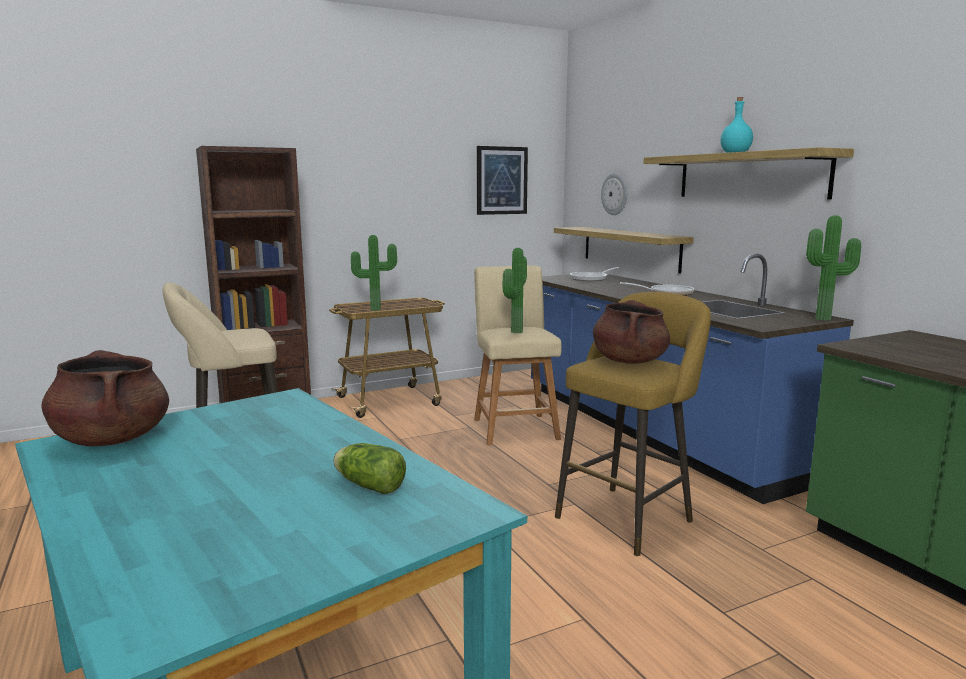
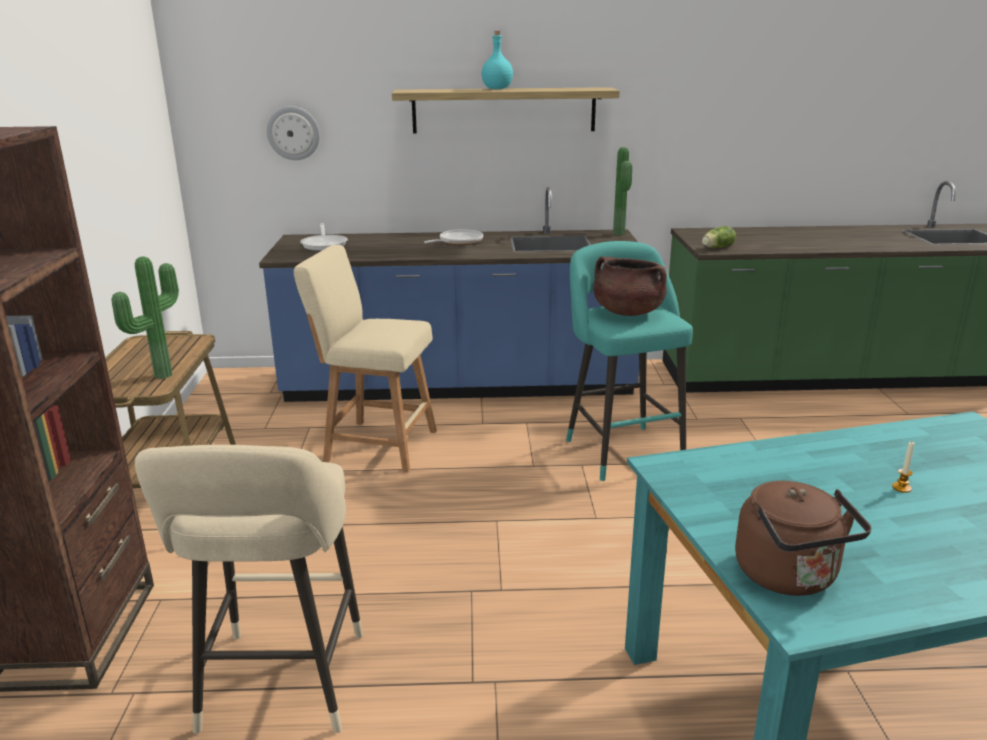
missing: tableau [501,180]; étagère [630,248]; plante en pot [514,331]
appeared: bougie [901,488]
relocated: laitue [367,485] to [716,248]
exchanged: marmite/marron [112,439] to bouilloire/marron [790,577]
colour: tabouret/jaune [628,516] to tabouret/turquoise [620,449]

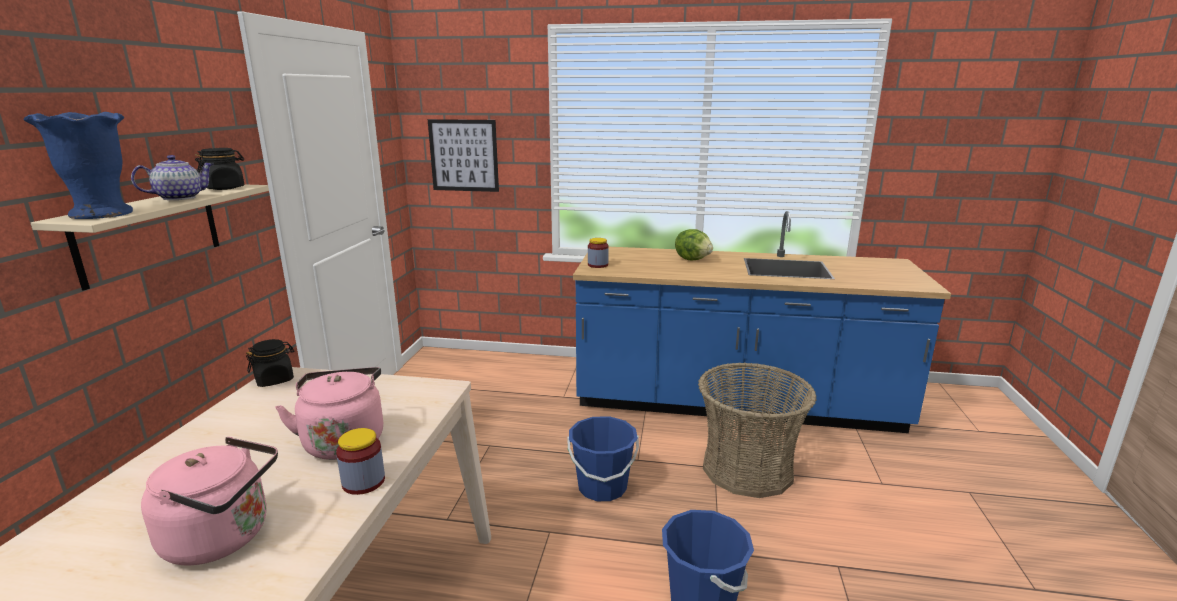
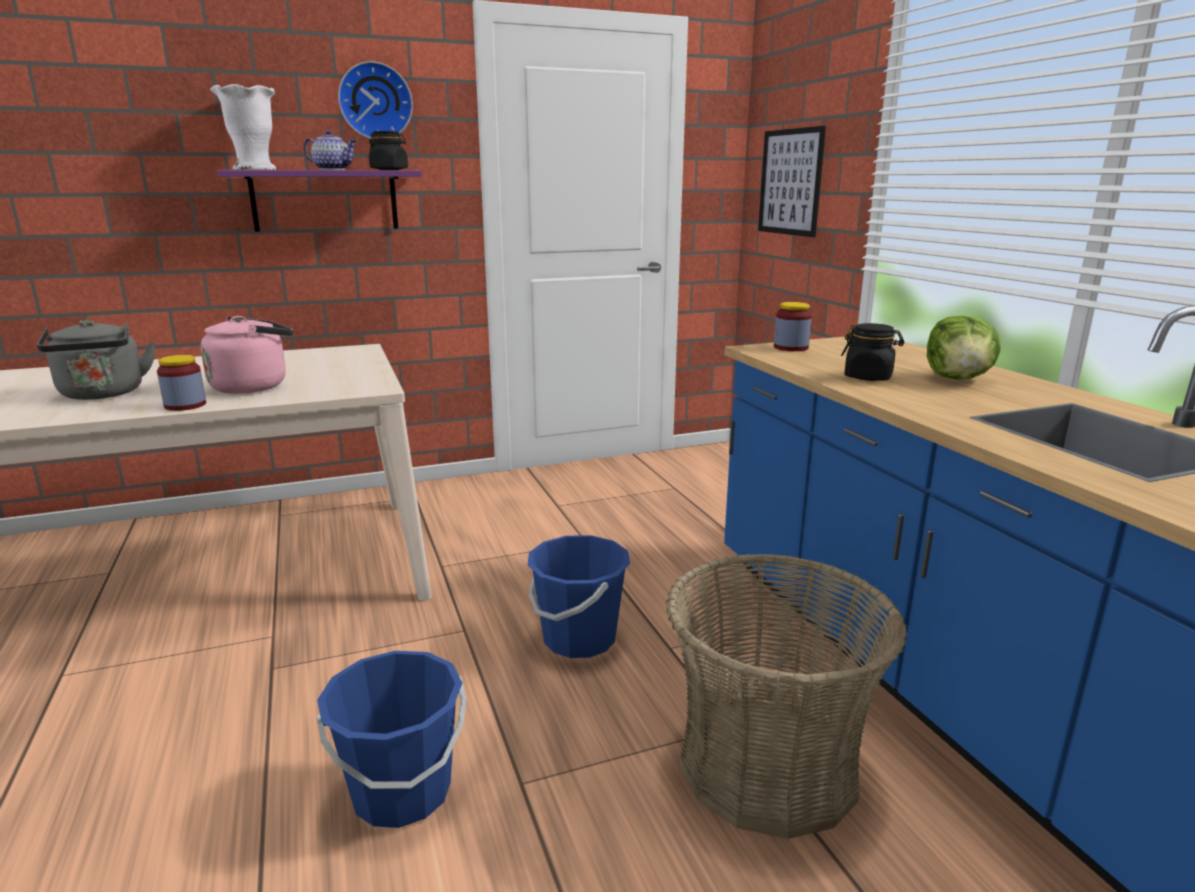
appeared: horloge murale [375,101]
relocated: bocal/noir [275,379] to [868,377]
colour: vase/bleu [102,214] to vase/blanc [254,169]; étagère/beige [150,233] to étagère/violet [325,200]; bouilloire/rose [224,537] to bouilloire/gris [103,394]

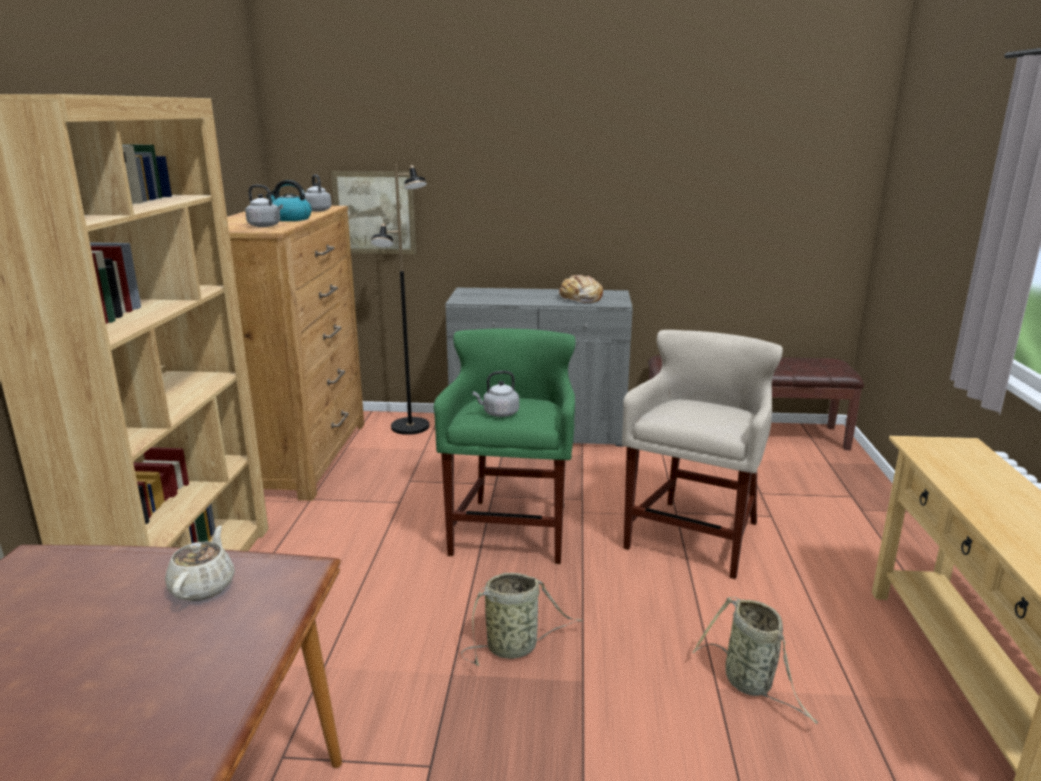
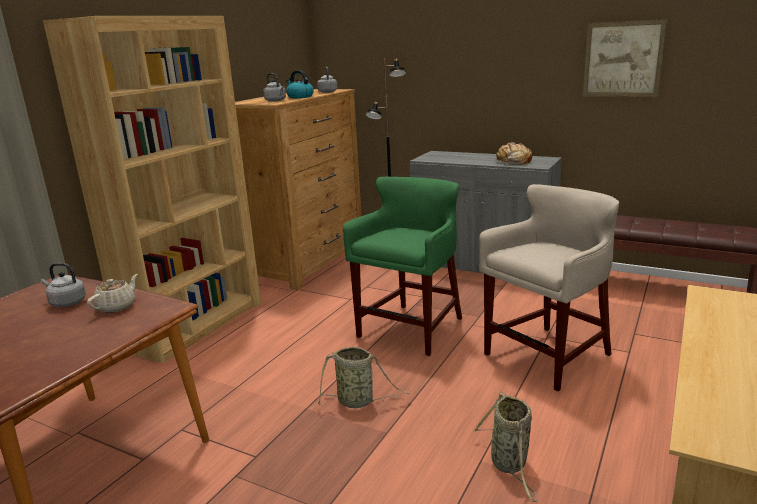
relocated: tableau [374,213] to [623,59]; bouilloire/gris [499,413] to [66,303]

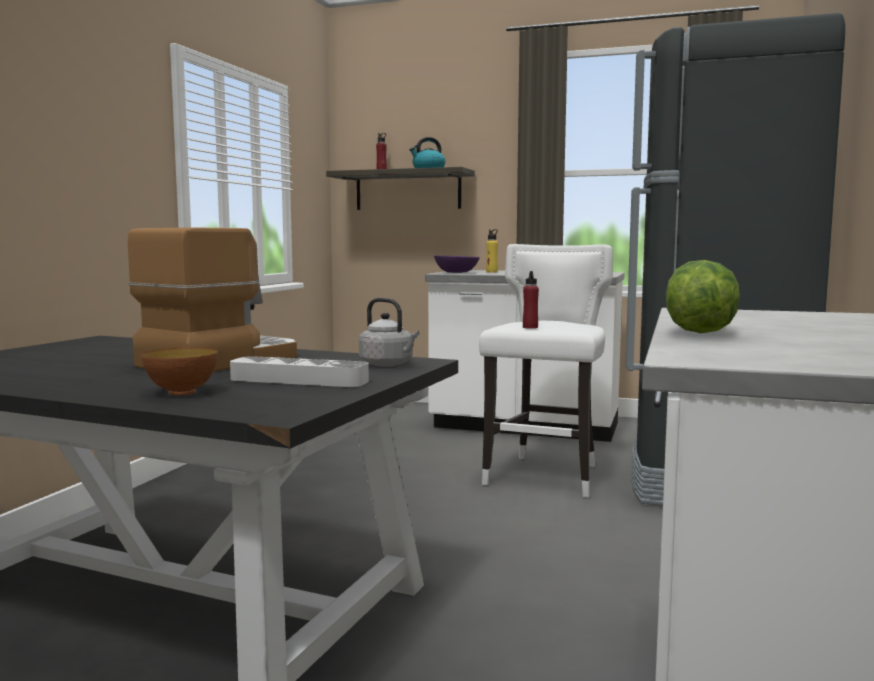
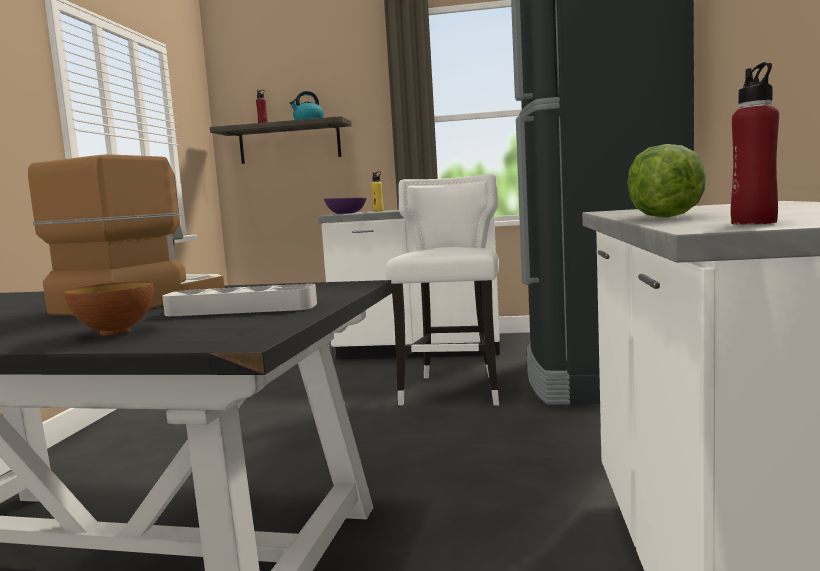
missing: bouilloire/gris [388,364]
relocated: bouteille/rouge [530,327] to [754,223]

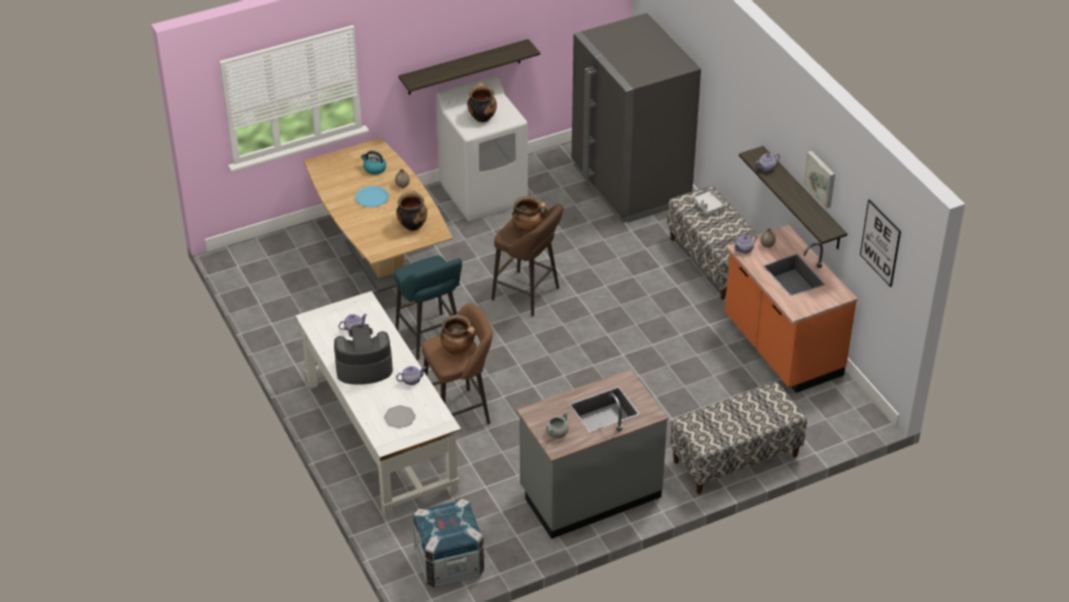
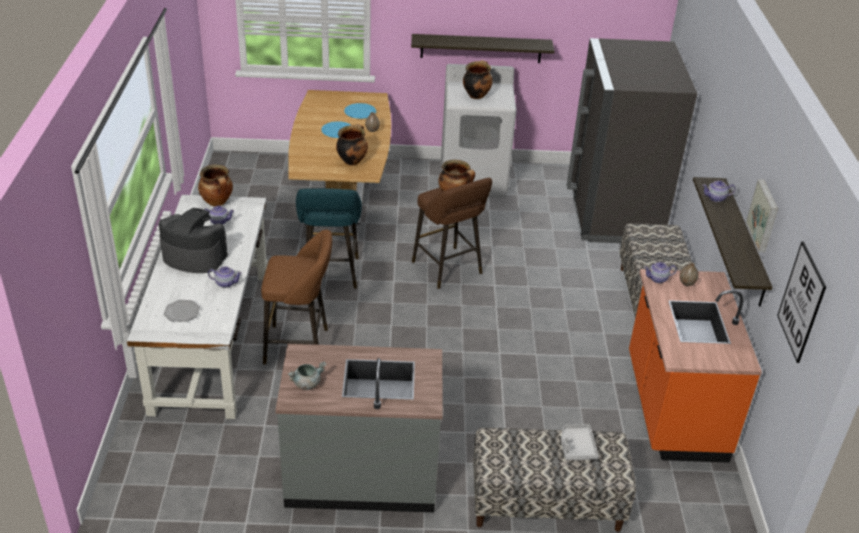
missing: caisse [449,564]
relocated: plateau/gris [708,205] to [577,447]; marmite [458,350] to [217,202]
exchanged: bouilloire [374,169] to assiette/bleu [360,112]

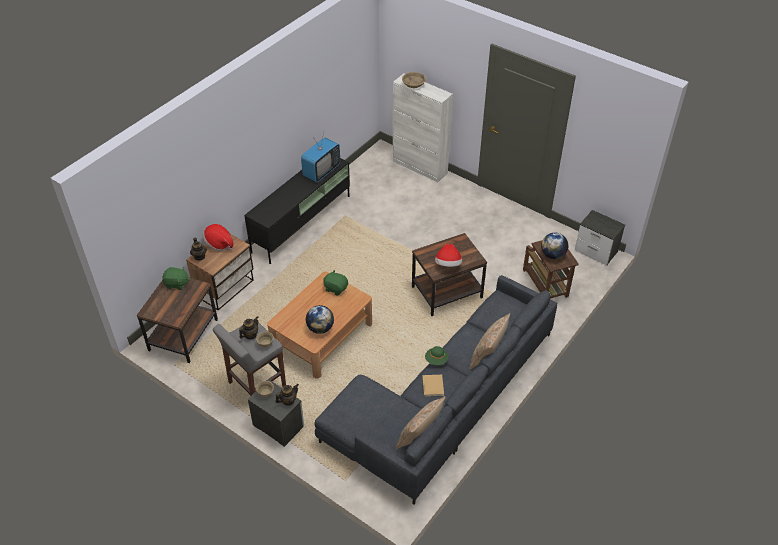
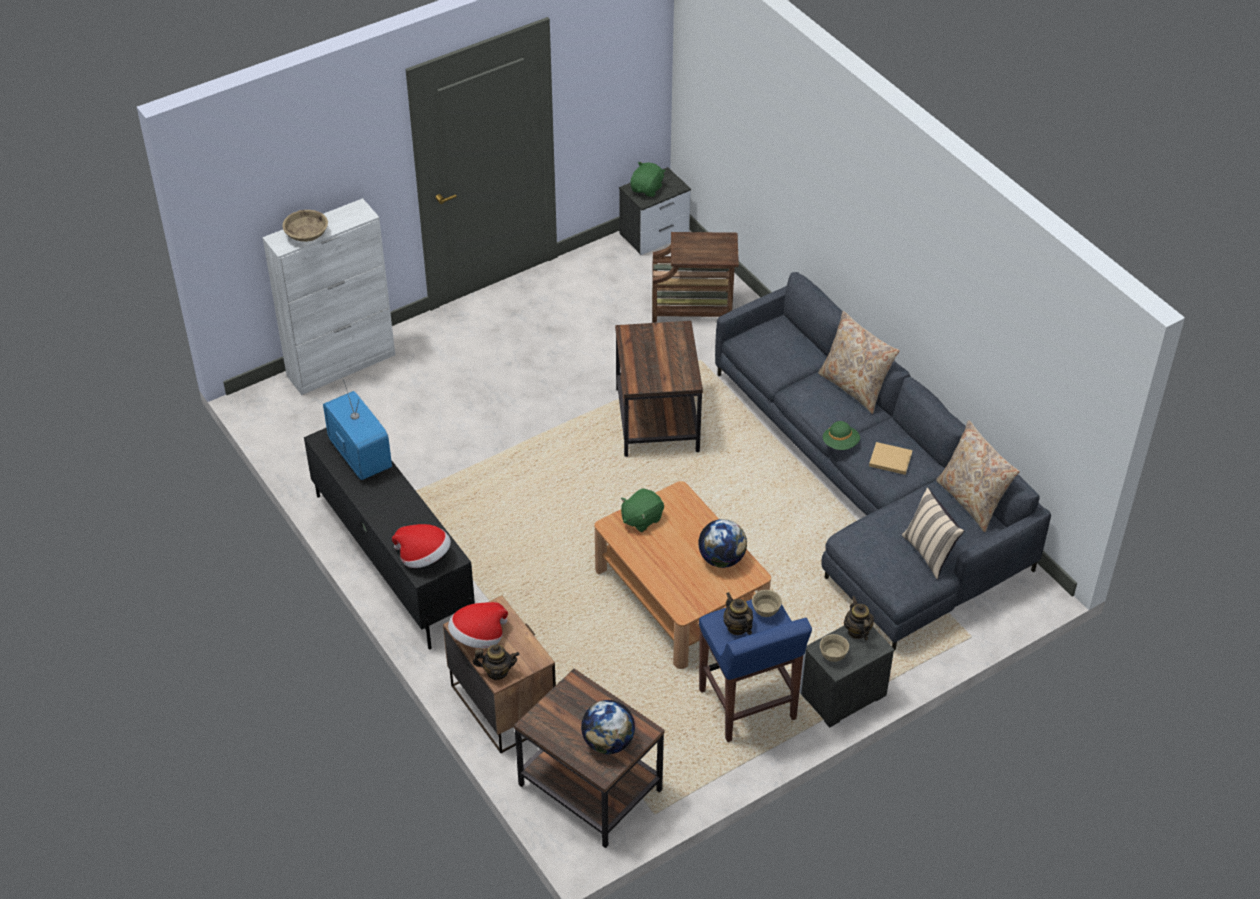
appeared: coussin/beige [929,552]
relocated: globe [552,255] to [608,742]; chapeau [448,264] to [424,557]; peluche/vert [176,284] to [647,189]
colour: tabouret/gris [256,385] to tabouret/bleu [747,705]

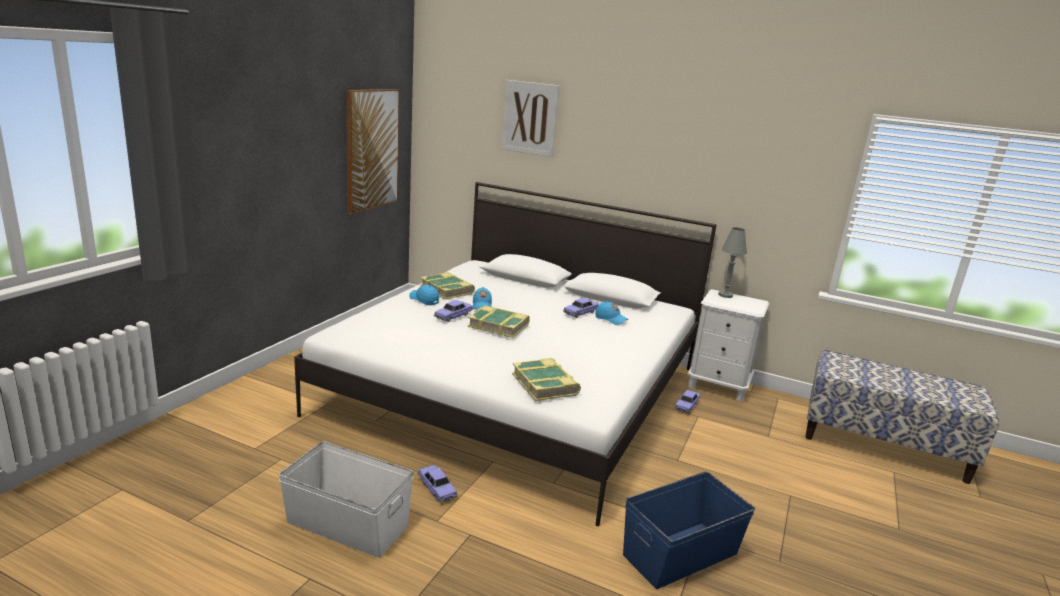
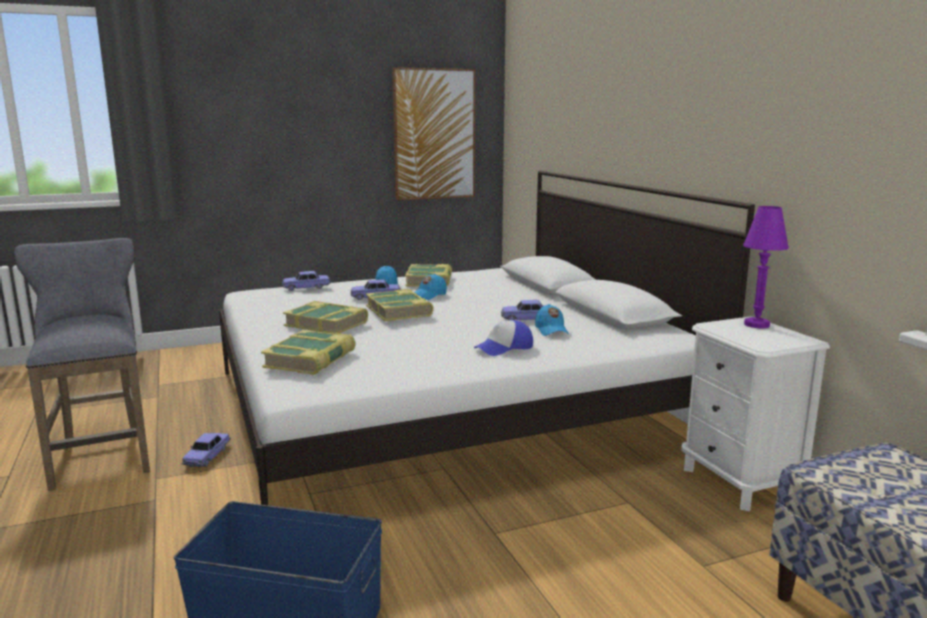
missing: tableau [530,118]
appeared: livre [327,324]; casquette [504,348]
relocated: petite voiture [687,405] to [306,287]
exchanged: boîte de rangement/blanc [347,523] to tabouret/gris [102,452]
colour: lampe de table/gris [725,295] to lampe de table/violet [756,324]

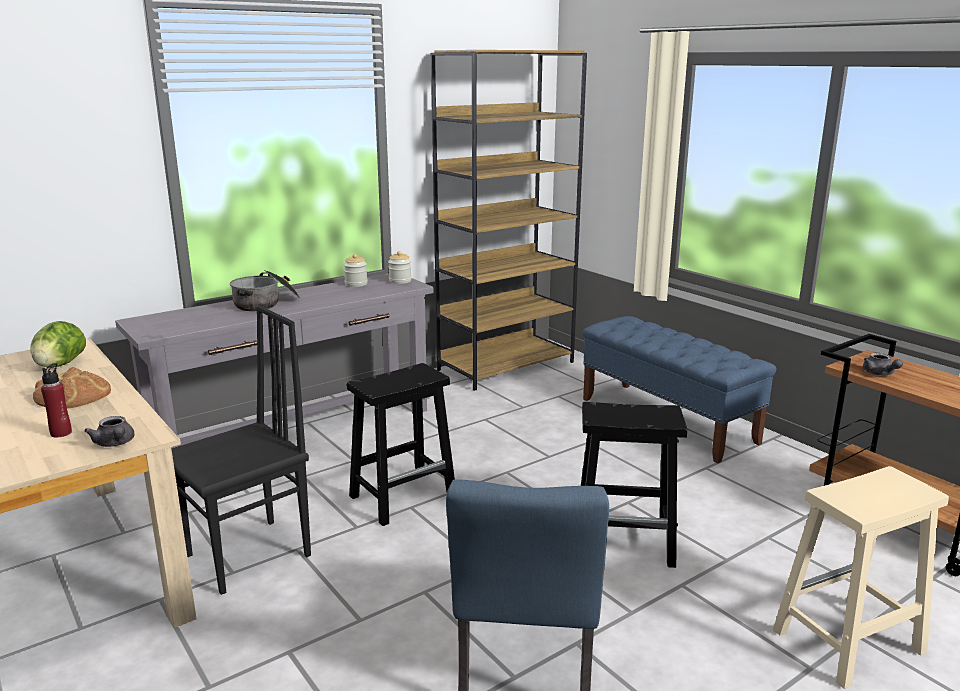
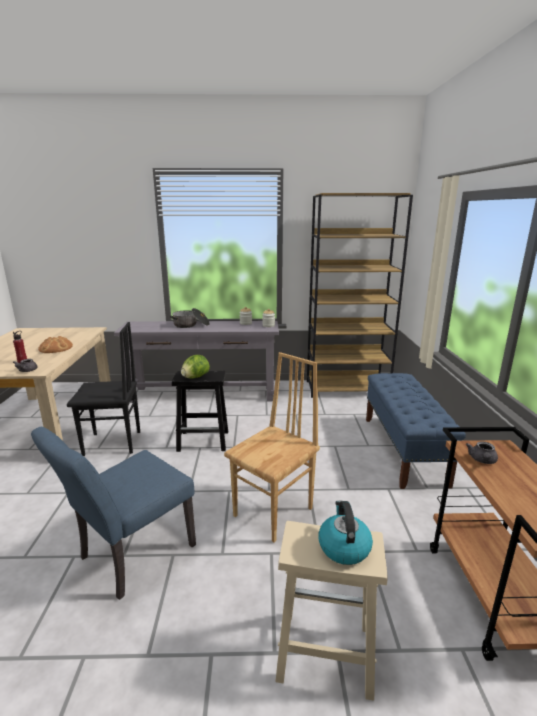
appeared: bouilloire [343,547]
relocated: laitue [60,365] to [195,377]
exchanged: tabouret/noir [625,542] to chaise/marron [274,512]

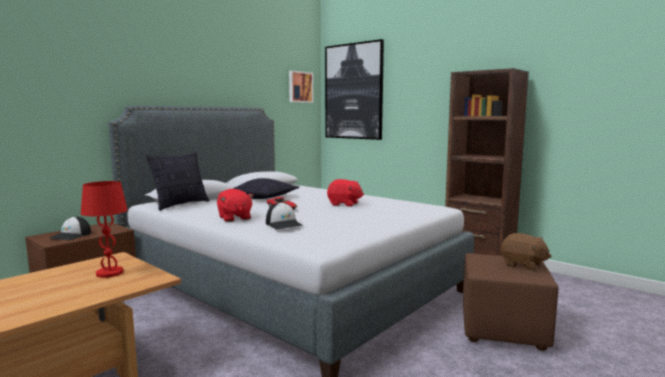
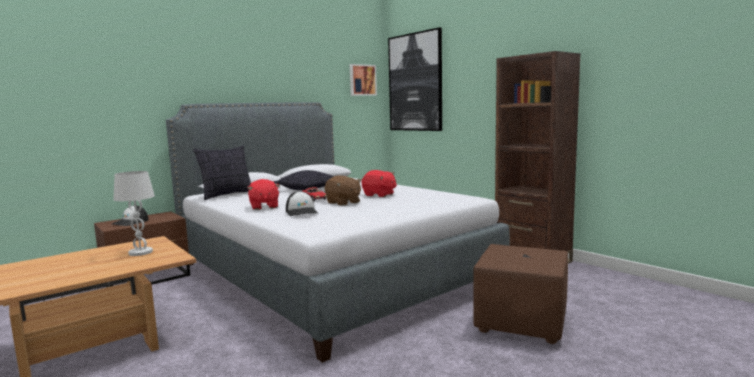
relocated: peluche/marron [523,265] to [343,203]
colour: lampe de table/rouge [110,273] to lampe de table/blanc [141,252]

